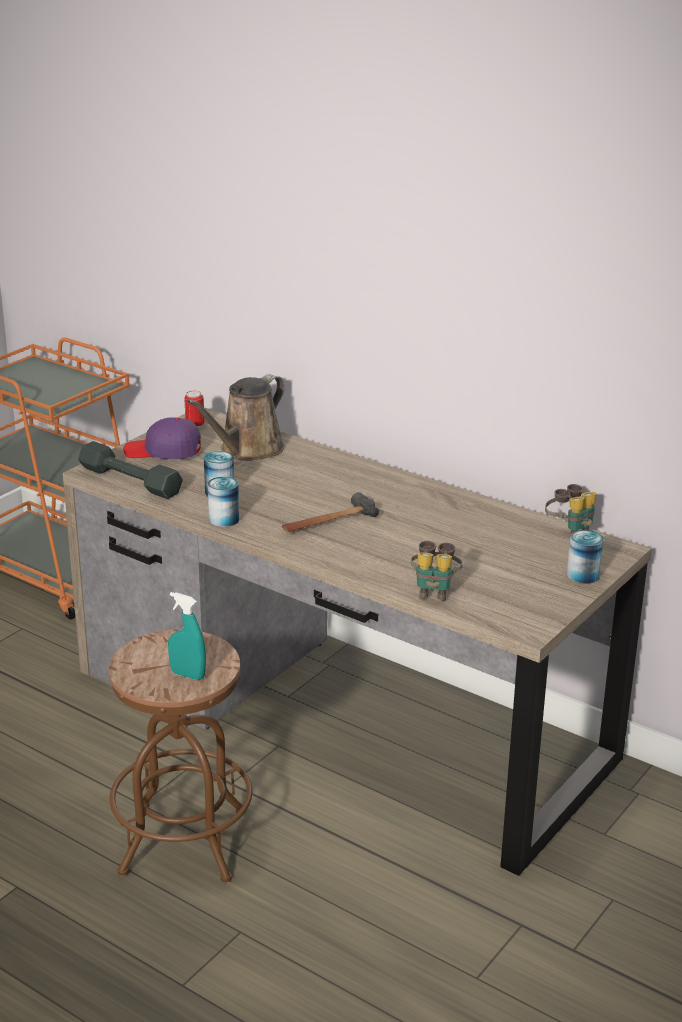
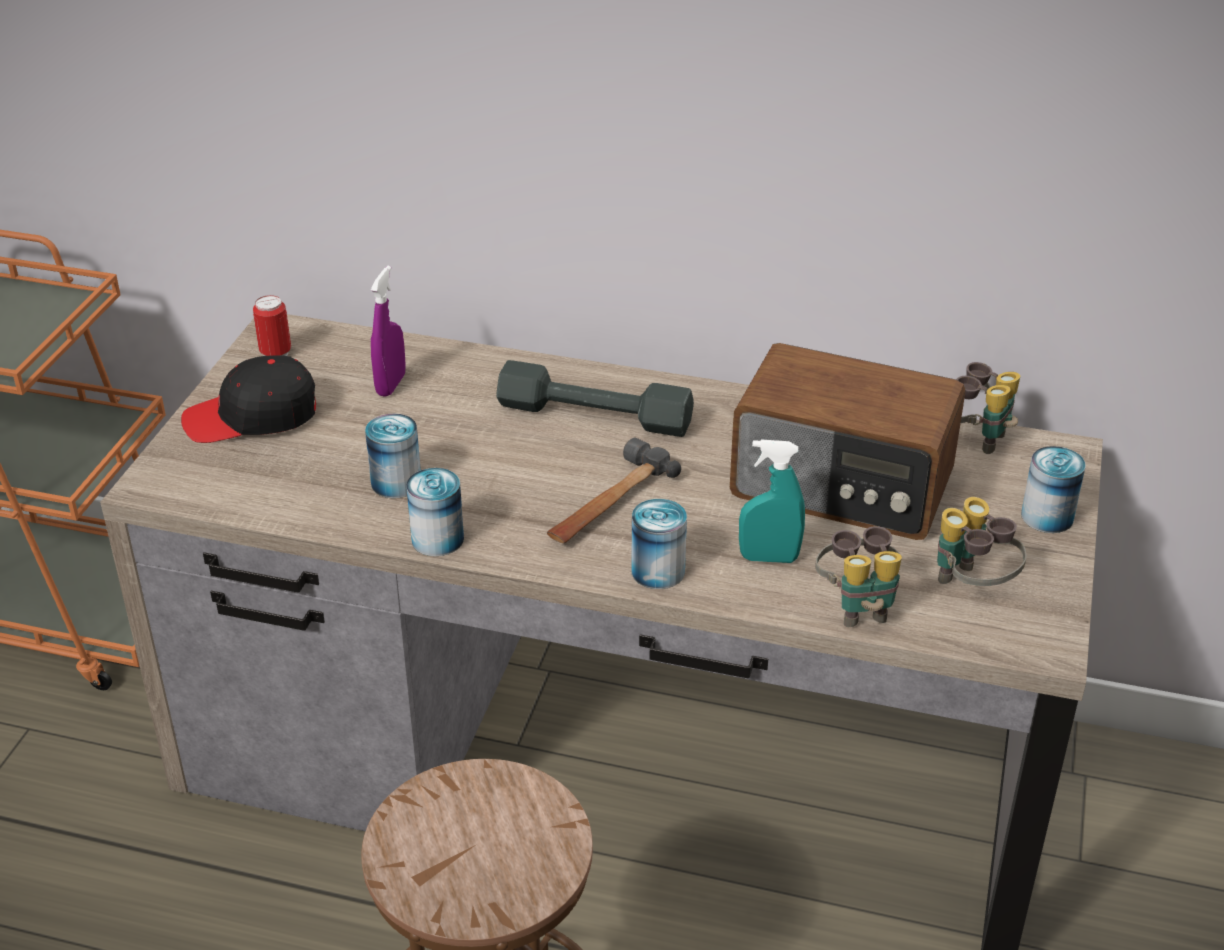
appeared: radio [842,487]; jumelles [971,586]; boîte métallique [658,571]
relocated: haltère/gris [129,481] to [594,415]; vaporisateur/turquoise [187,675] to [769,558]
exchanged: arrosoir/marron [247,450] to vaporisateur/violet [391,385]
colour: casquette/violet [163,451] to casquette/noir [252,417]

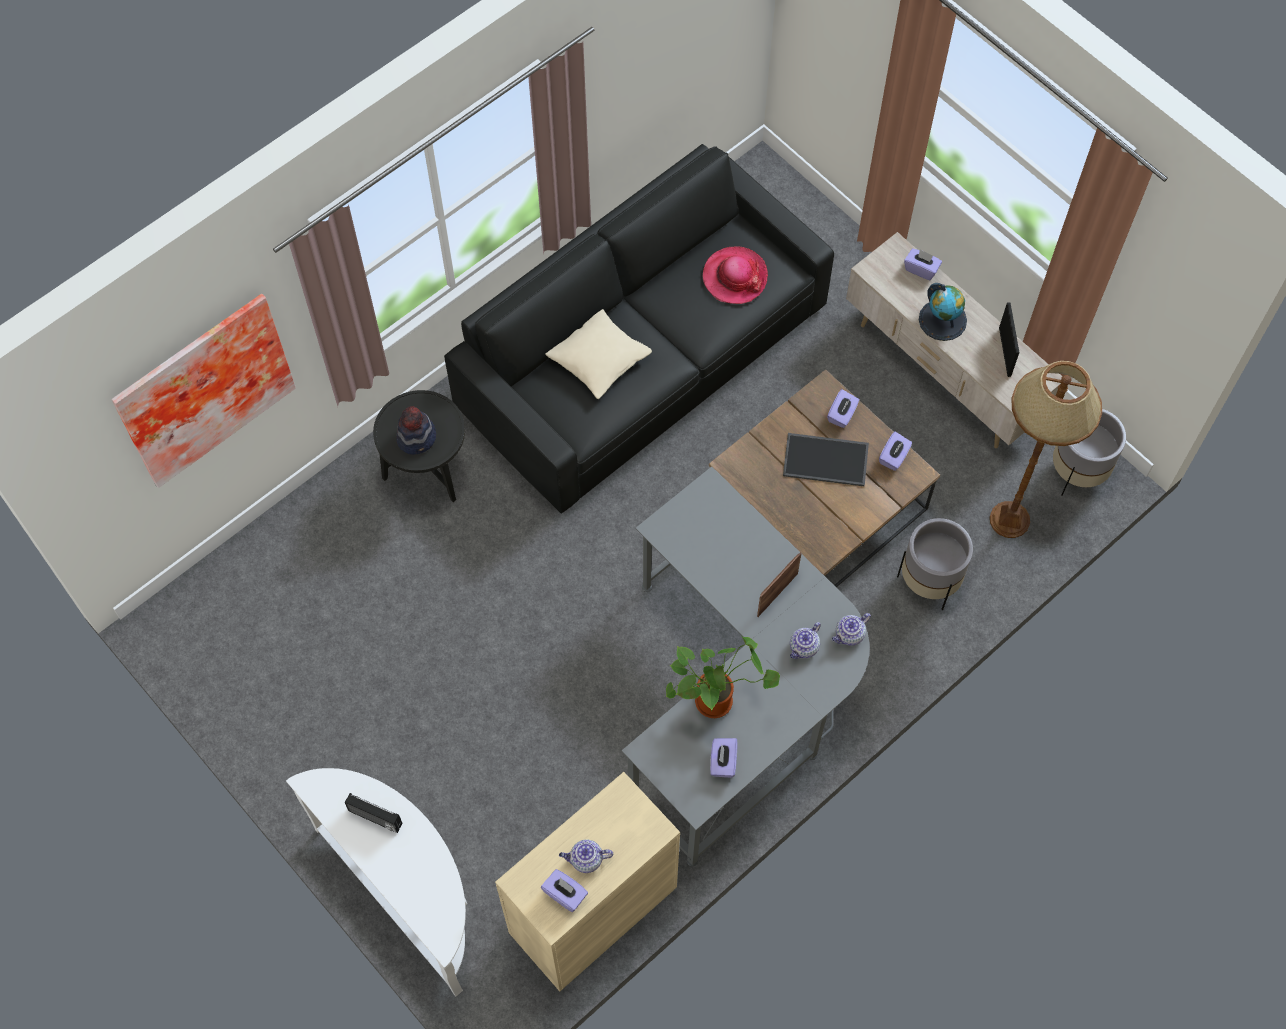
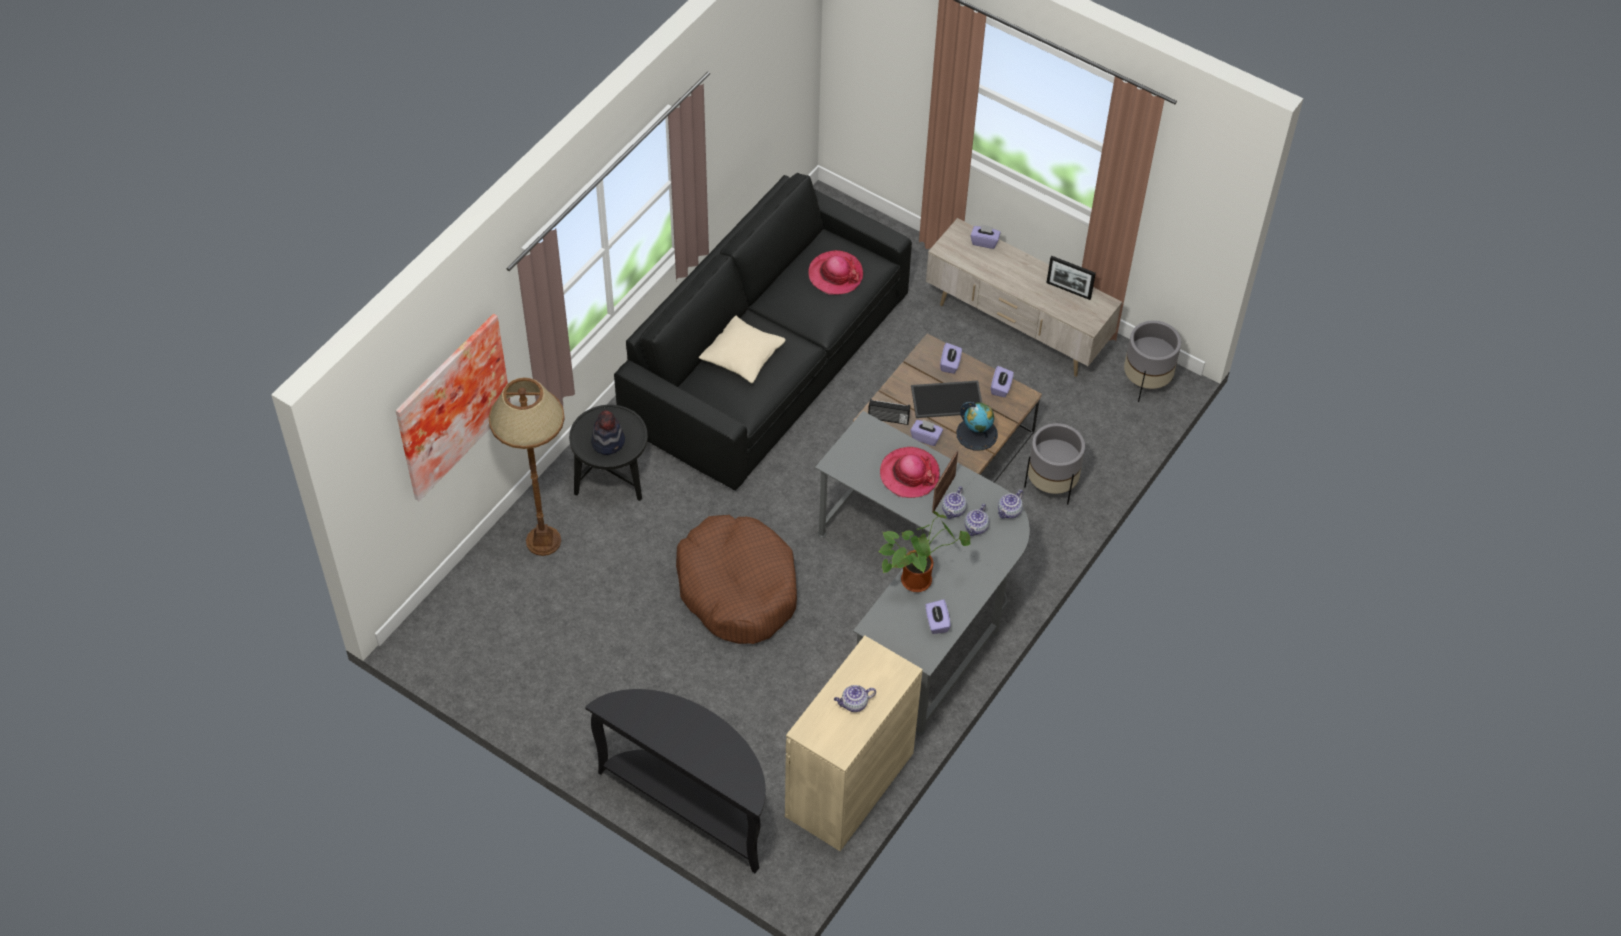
appeared: chapeau [909,474]; théière [953,511]; panier pour chien/marron [737,588]
relocated: globe [942,320] to [977,433]; lampadaire/marron [1010,519] to [544,540]; radio [375,818] to [888,419]; boîte à mouchoirs/violet [565,894] to [926,437]
colour: table console/blanc [408,891] to table console/noir [691,803]
spun: cadre photo [1004,352] = [1068,290] 135 degrees clockwise

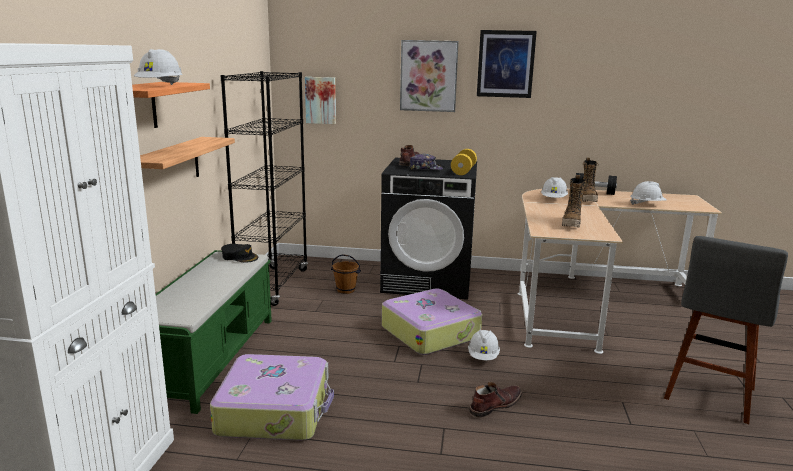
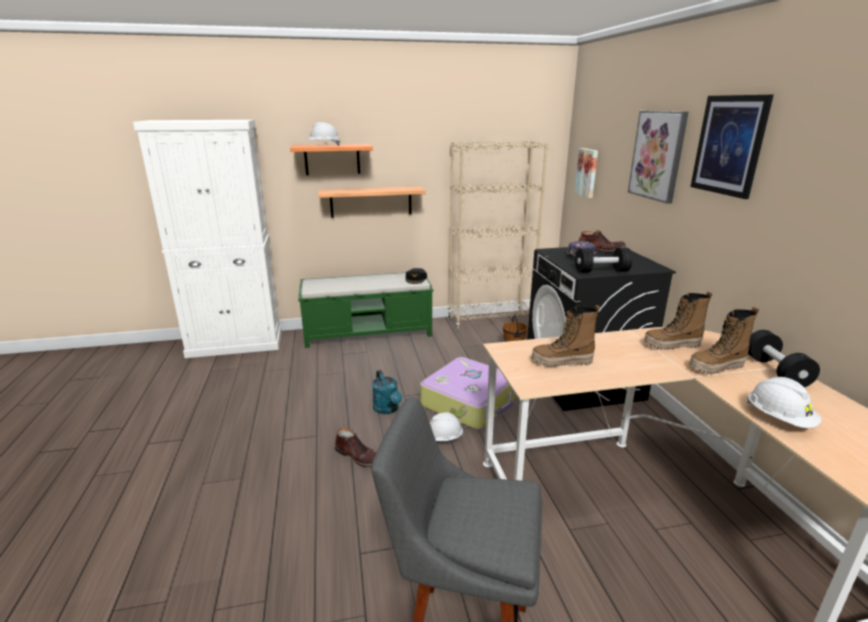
missing: valise [275,410]
appeared: arrosoir/turquoise [388,409]
exchanged: casque de chantier/blanc [553,199] to botte [671,345]
colour: bibliothèque/noir [273,286] to bibliothèque/beige [490,321]; haltère/jaune [463,171] to haltère/noir [601,271]

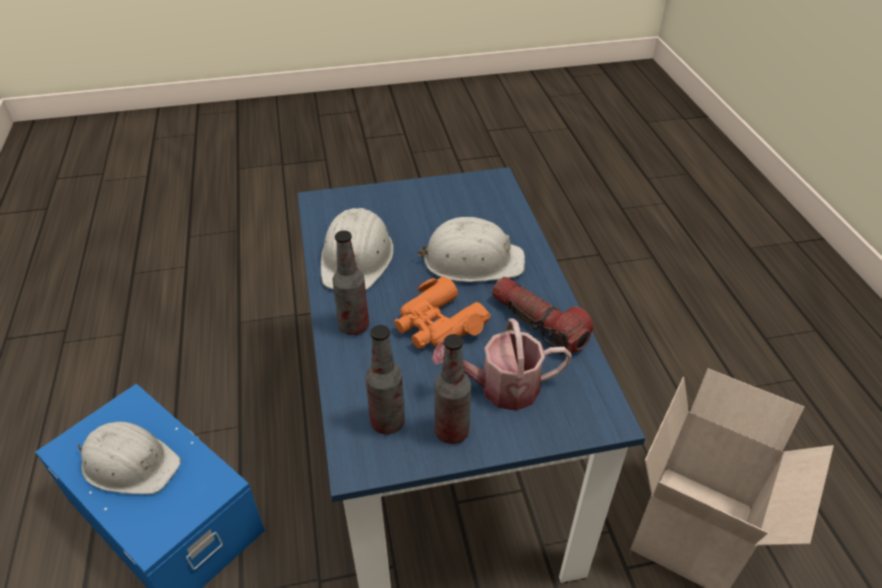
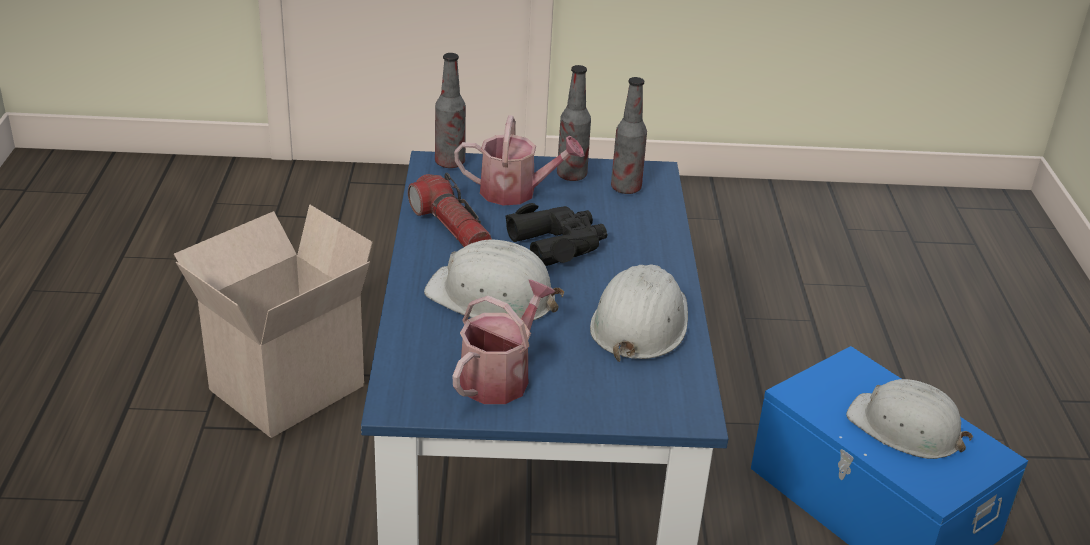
appeared: arrosoir [500,376]
relocated: bouteille [354,326] to [450,163]
colour: jumelles/orange [438,324] to jumelles/noir [558,244]

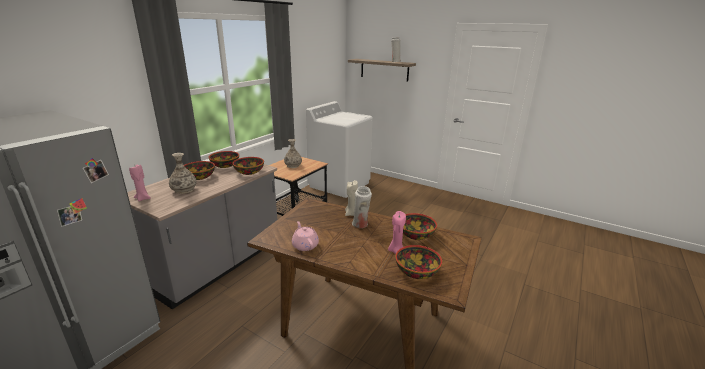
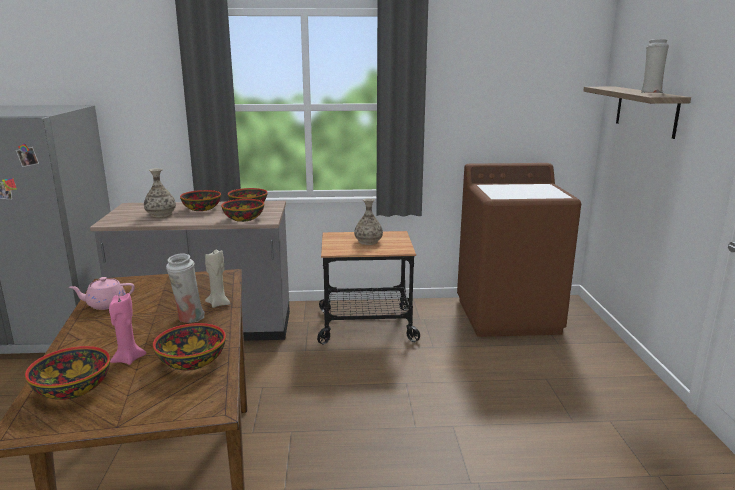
missing: bougie/rose [143,198]
colour: lave-linge/blanc [339,184] to lave-linge/marron [508,316]
spun: théière/rose [305,245] = [105,304] 135 degrees counterclockwise

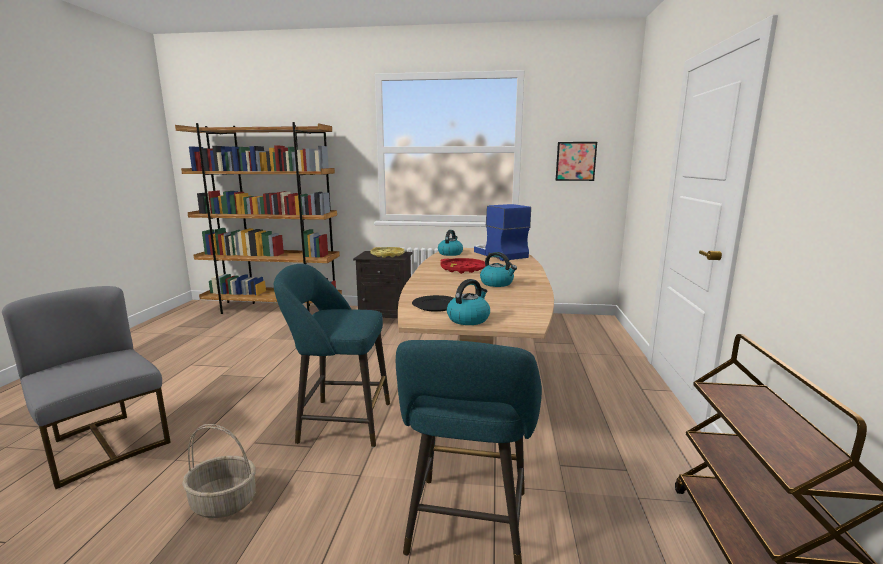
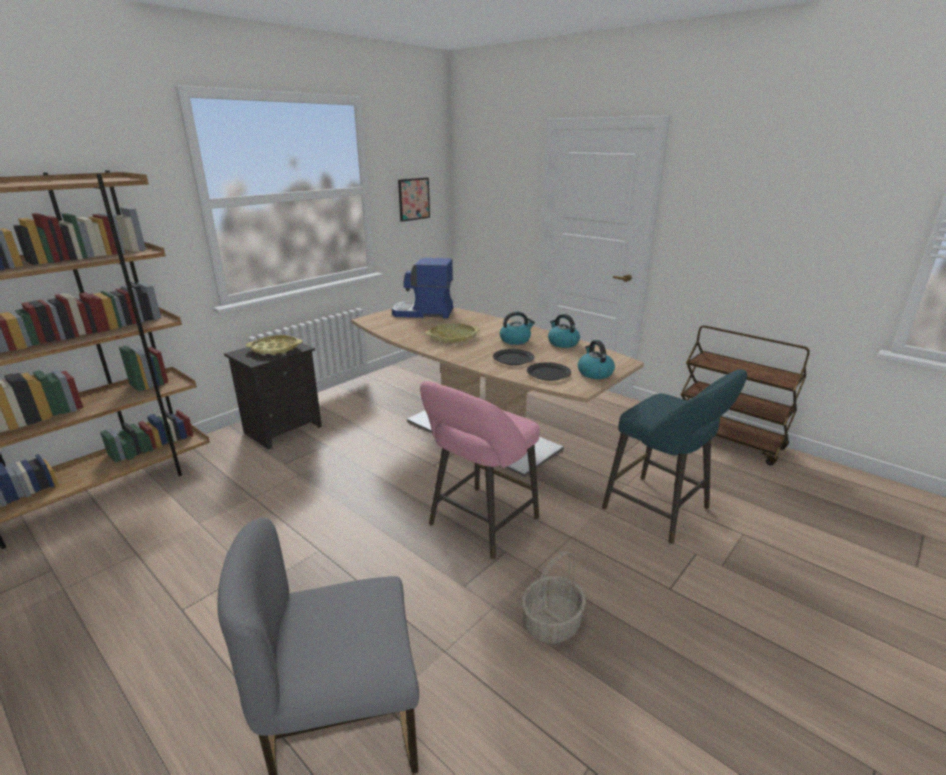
appeared: assiette/noir [513,359]
relocated: bouilloire [450,253] to [562,343]
colour: plateau/rouge [463,269] to plateau/jaune [453,337]; tabouret/turquoise [339,422] to tabouret/rose [480,524]

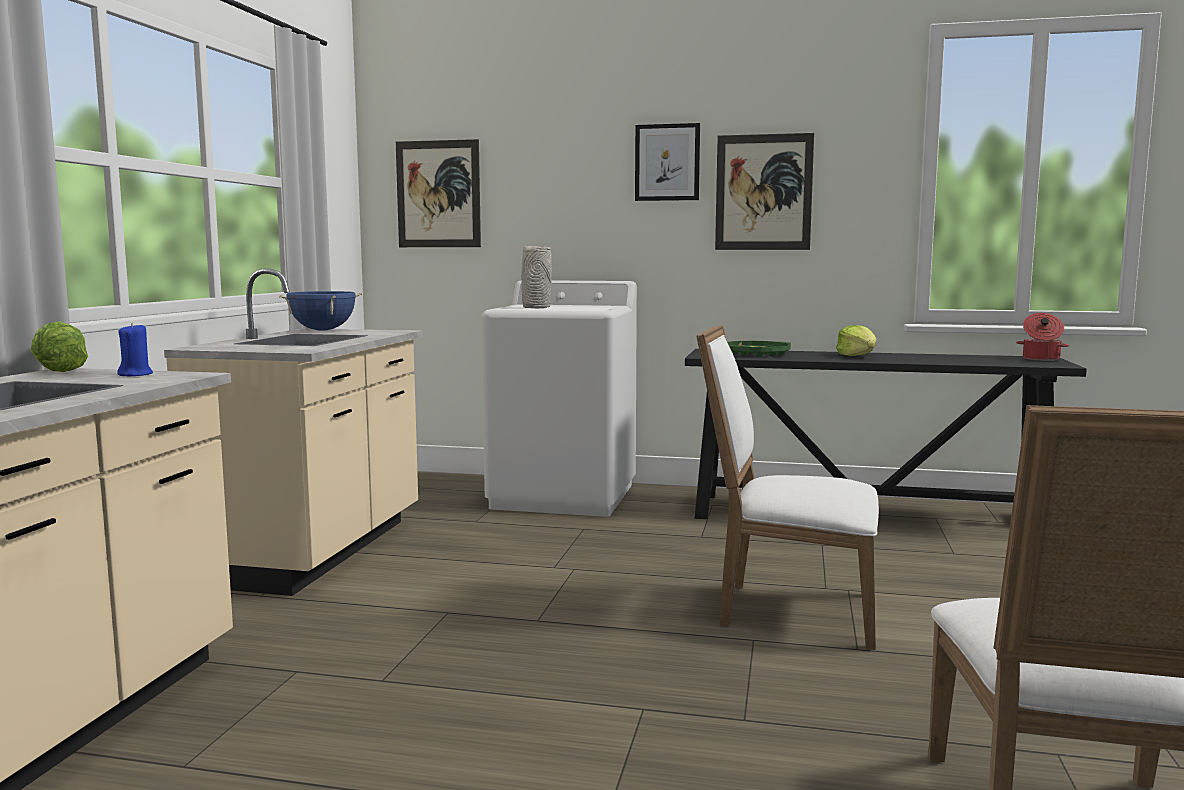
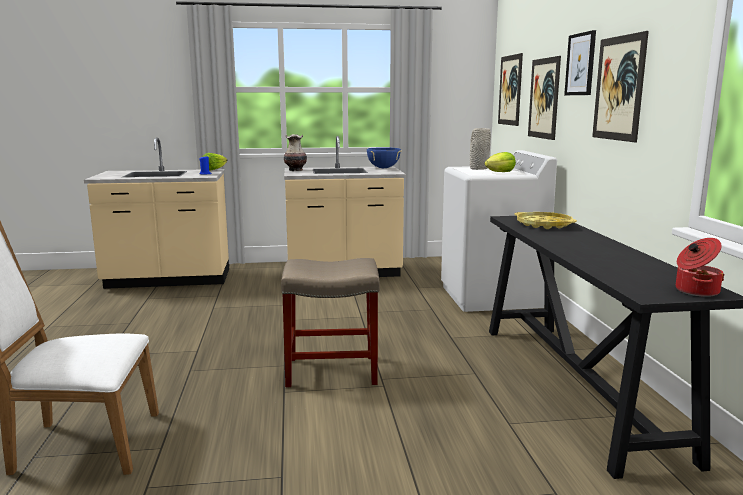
appeared: tableau [544,98]; vase [296,170]
relocated: laitue [857,356] to [500,172]
exchanged: chaise/blanc [788,610] to tabouret/beige [333,371]
colour: plateau/vert [755,354] to plateau/jaune [544,225]

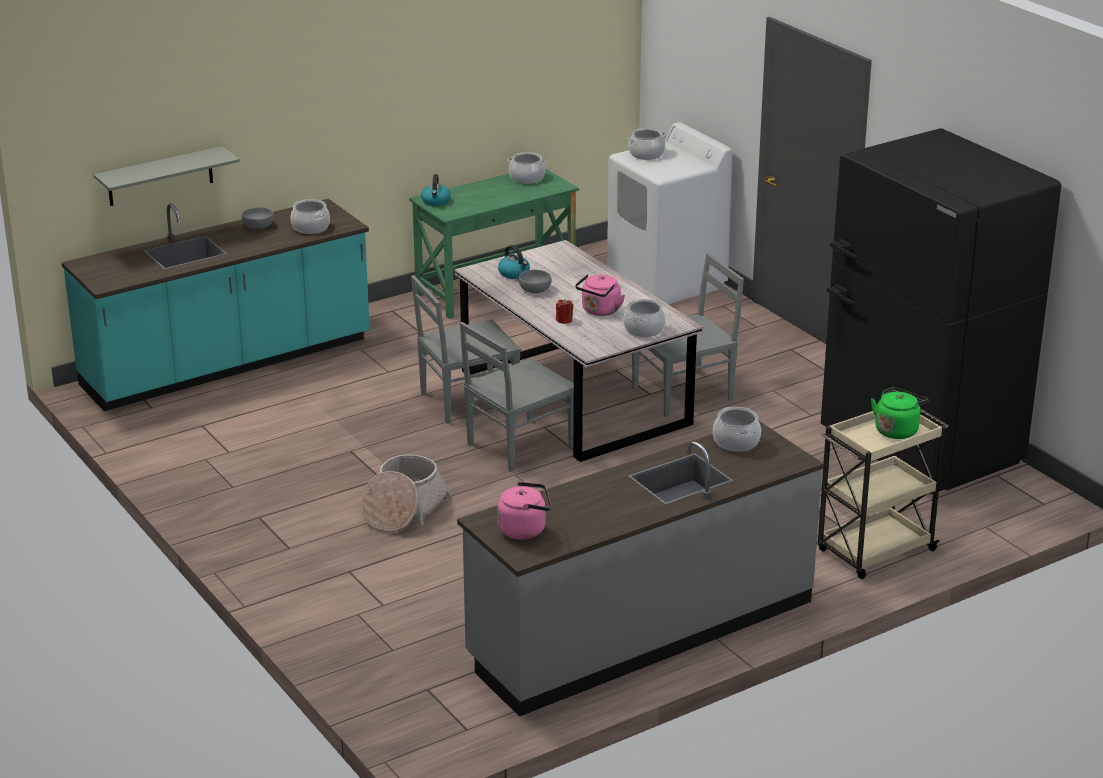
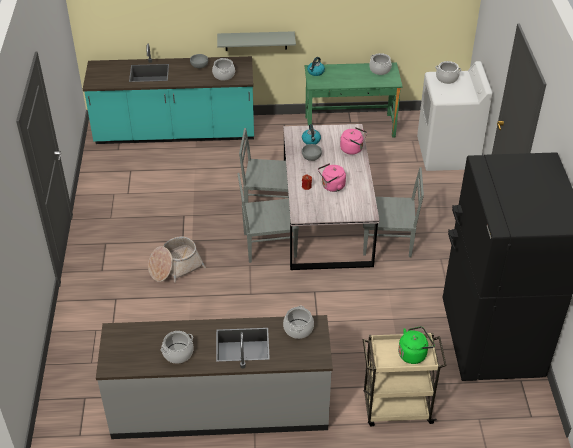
relocated: étagère/gris [160,176] to [256,41]; marmite [644,330] to [178,353]; bouilloire/rose [525,530] to [353,149]

